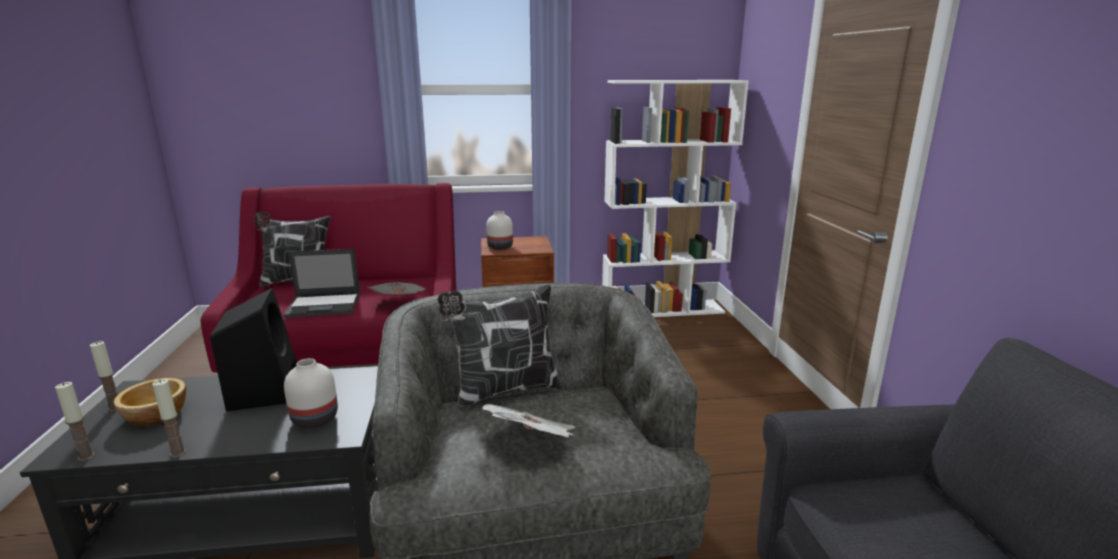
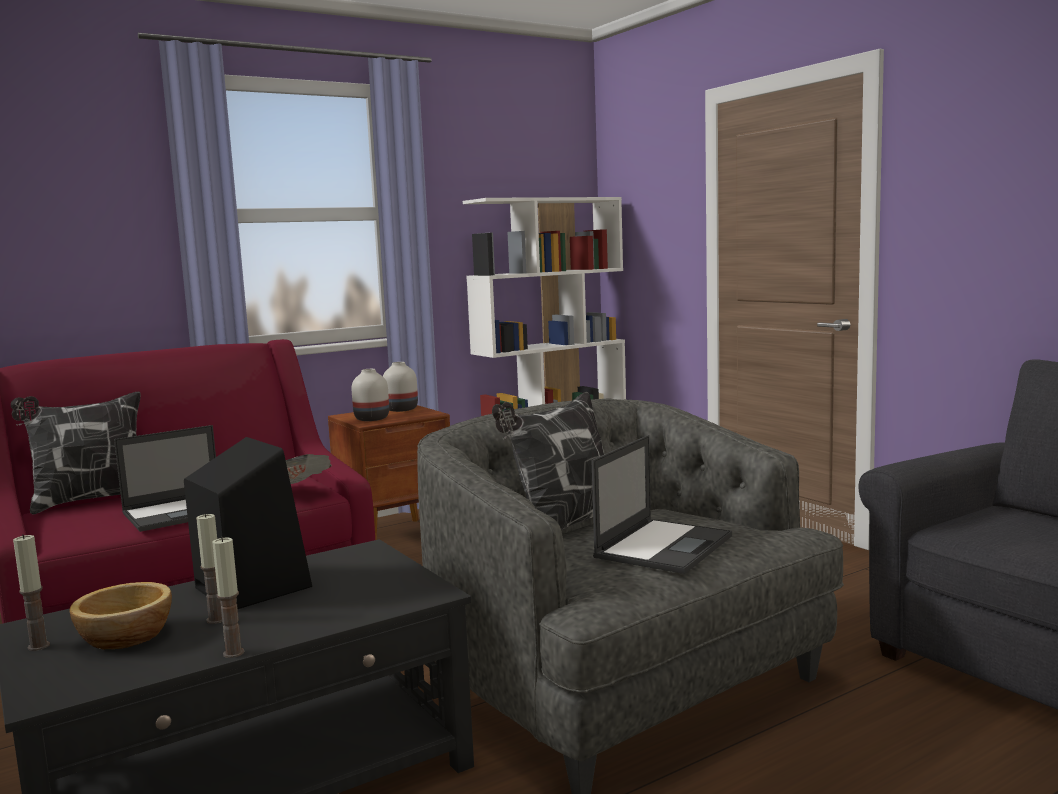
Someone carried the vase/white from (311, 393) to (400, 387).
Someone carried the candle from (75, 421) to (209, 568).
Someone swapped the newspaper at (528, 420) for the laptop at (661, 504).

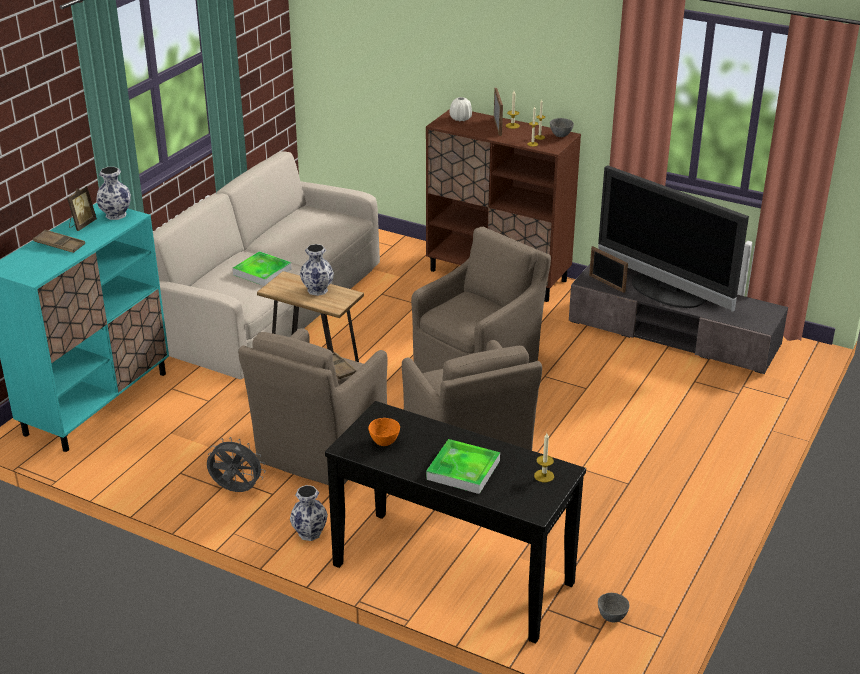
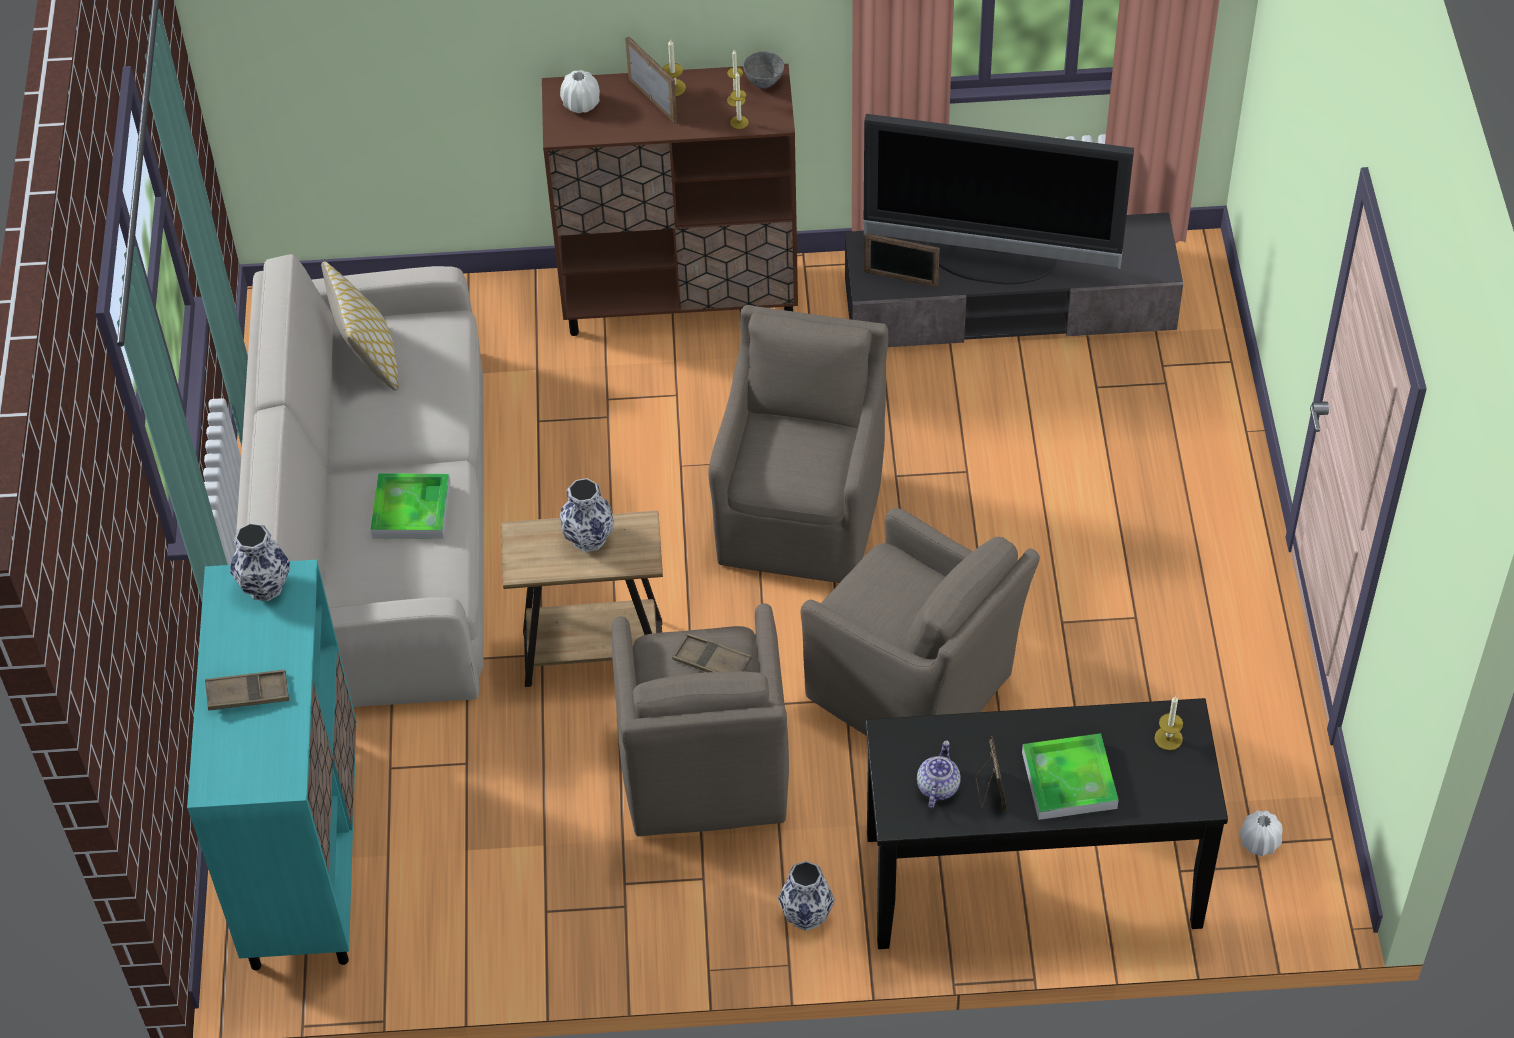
Someone carried the picture frame from (82, 208) to (991, 773).
Someone swapped the bowl/orange at (384, 432) for the teapot at (939, 774).
Someone took away the fan/grey at (236, 464).
Someone swapped the bowl/grey at (613, 607) for the vase/white at (1261, 833).
Someone put down the pillow at (360, 326).

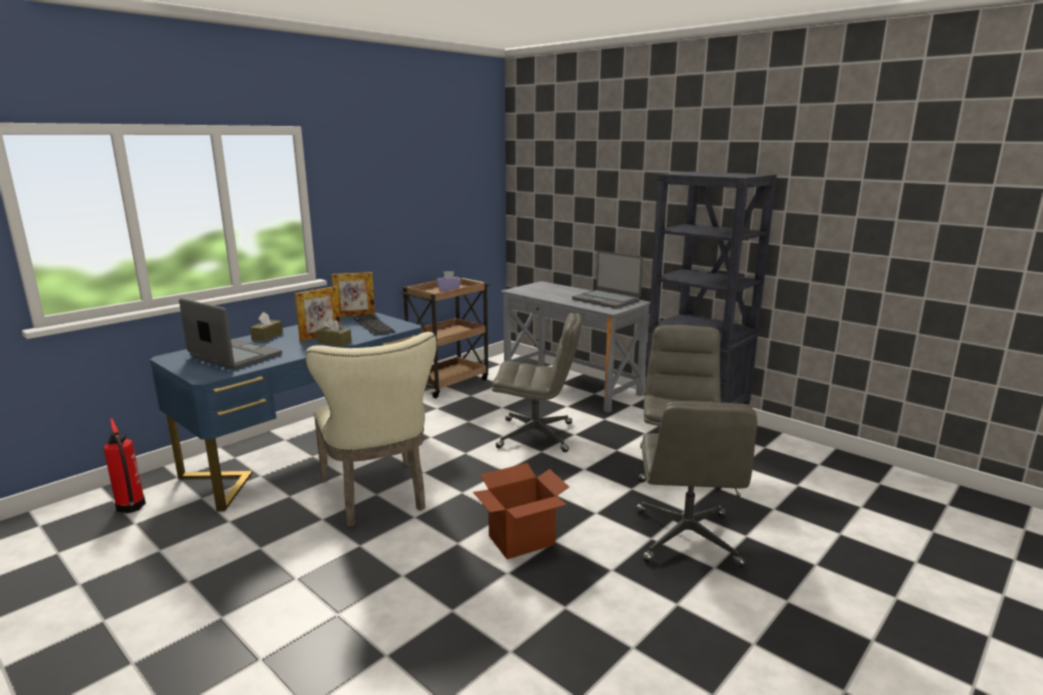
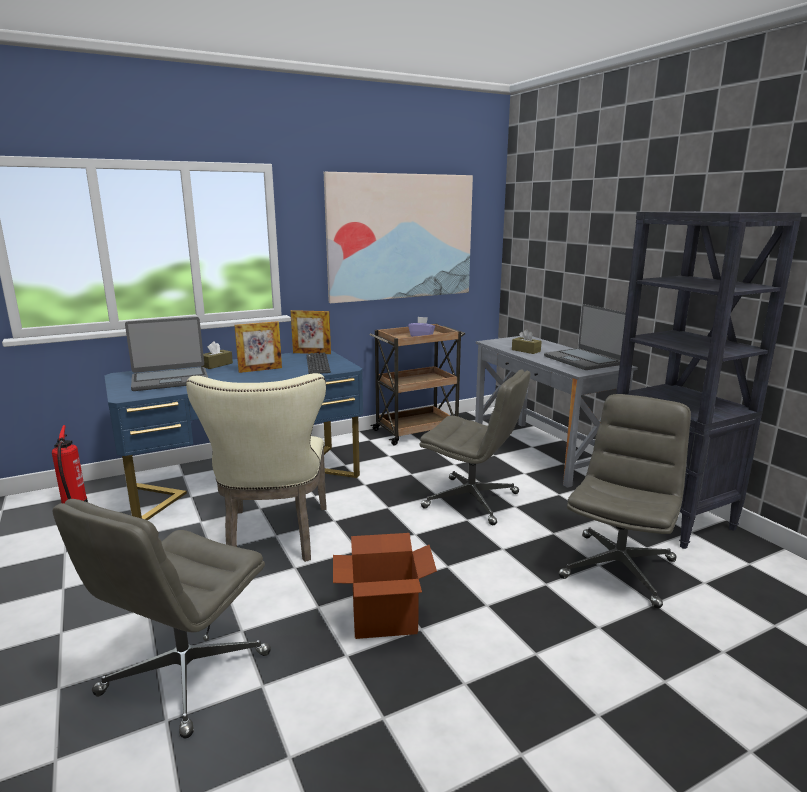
Someone rotated the laptop at (230, 333) by 105 degrees clockwise.
Someone carried the tissue box/brown from (334, 332) to (527, 341).
Someone carried the office chair/grey from (696, 484) to (161, 618).
Someone put up the picture at (398, 237).

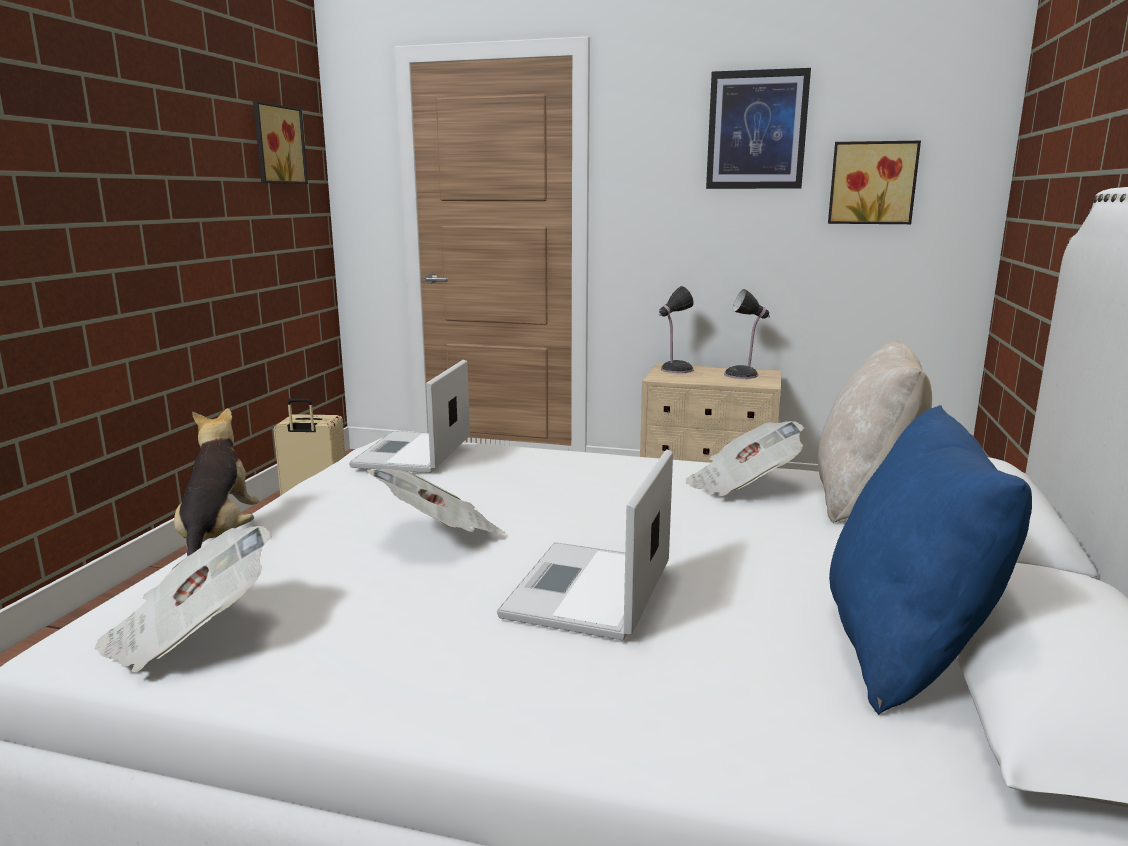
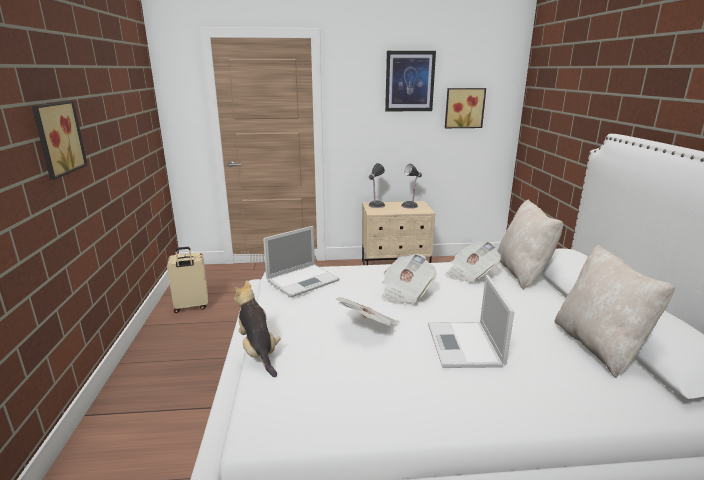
Someone carried the picture from (280, 142) to (60, 140).
Someone rotated the laptop at (409, 416) by 120 degrees counterclockwise.
Someone repainted the pillow/blue at (930, 560), which became the pillow/beige at (615, 311).
Someone carried the newspaper from (183, 599) to (409, 278).

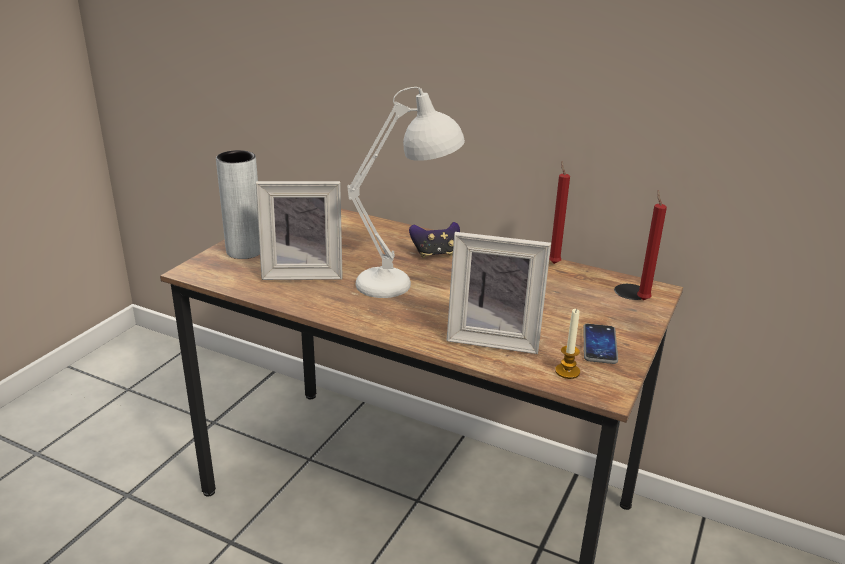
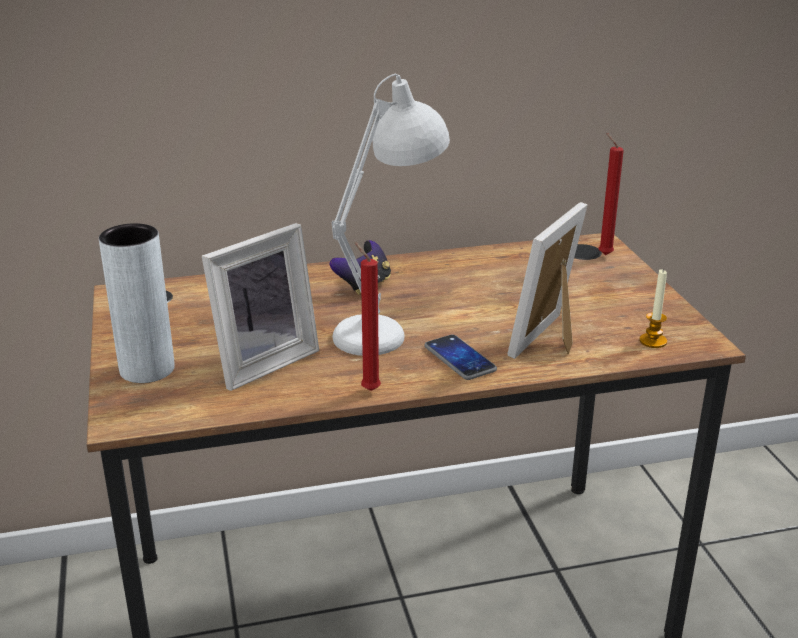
Someone carried the candle/red from (559, 212) to (368, 316).
Someone rotated the picture frame at (498, 293) by 150 degrees clockwise.
Someone carried the phone from (600, 344) to (460, 357).

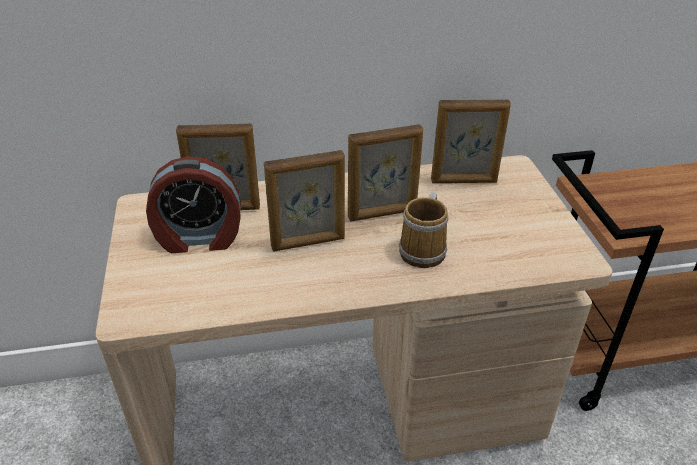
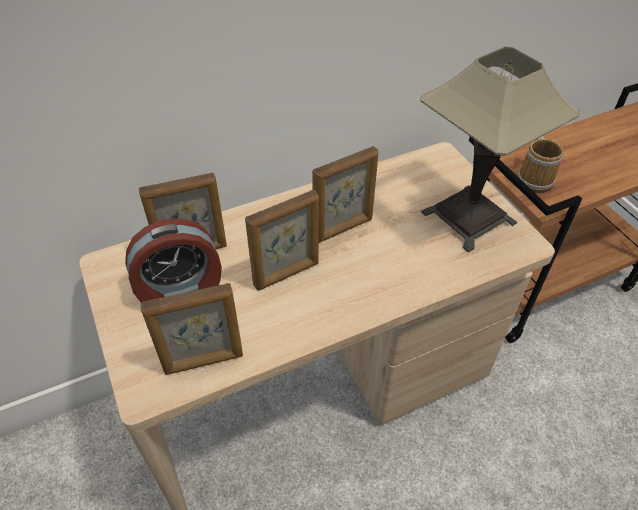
Someone carried the picture frame from (471, 141) to (191, 329).
Someone carried the mug from (424, 230) to (540, 164).
Someone put down the table lamp at (500, 149).

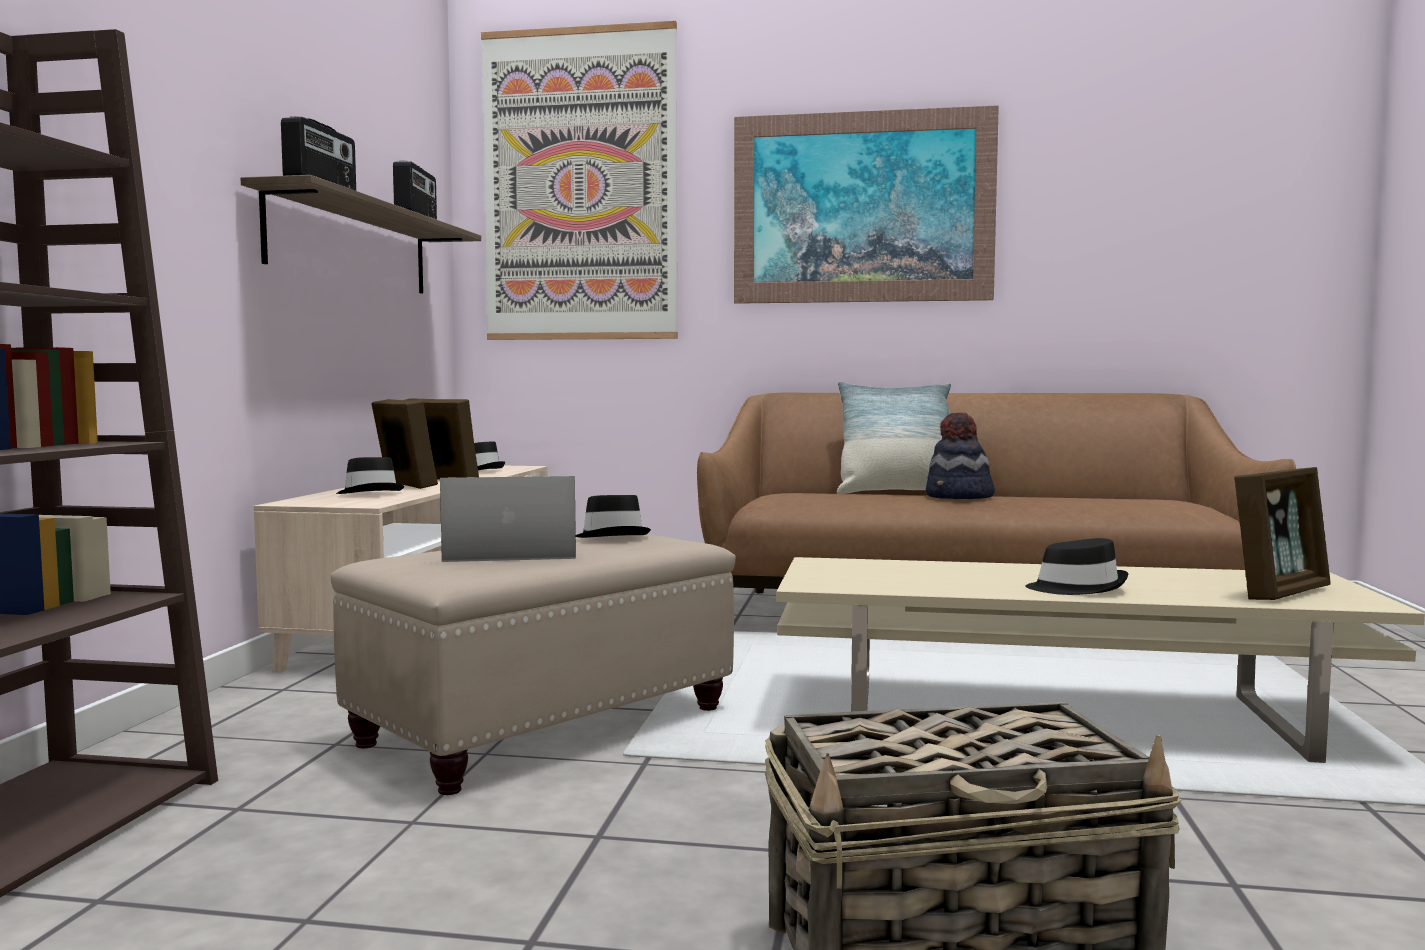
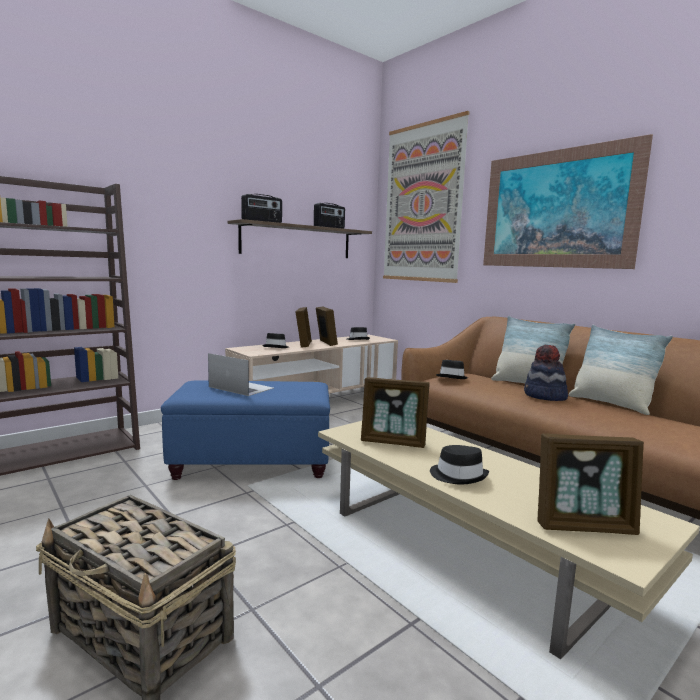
Someone carried the hat/black from (613, 516) to (452, 369).
Someone repainted the ottoman/beige at (533, 664), which became the ottoman/blue at (245, 430).
Someone put down the pillow at (621, 370).
Someone put down the picture frame at (395, 412).

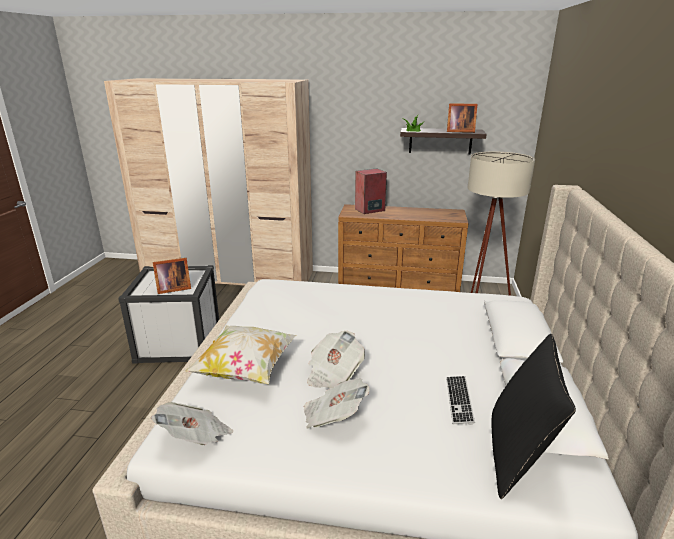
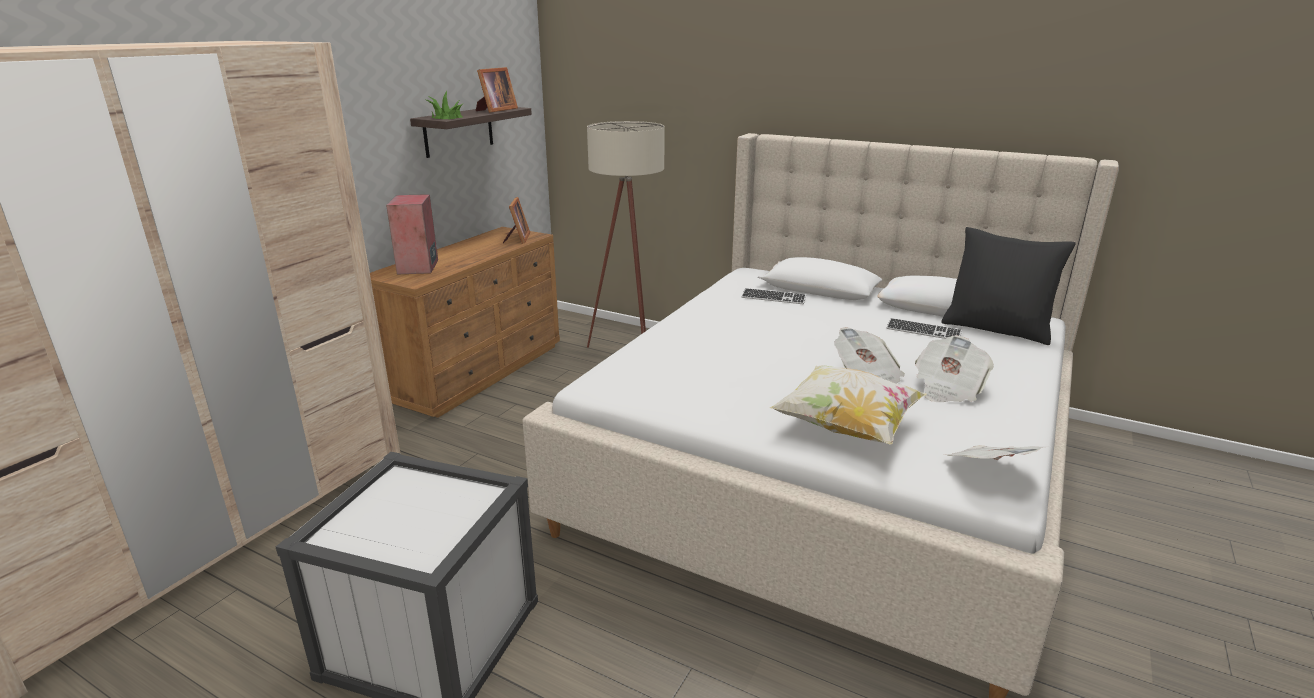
Someone carried the picture frame from (172, 276) to (516, 220).
Someone put down the keyboard at (774, 296).

